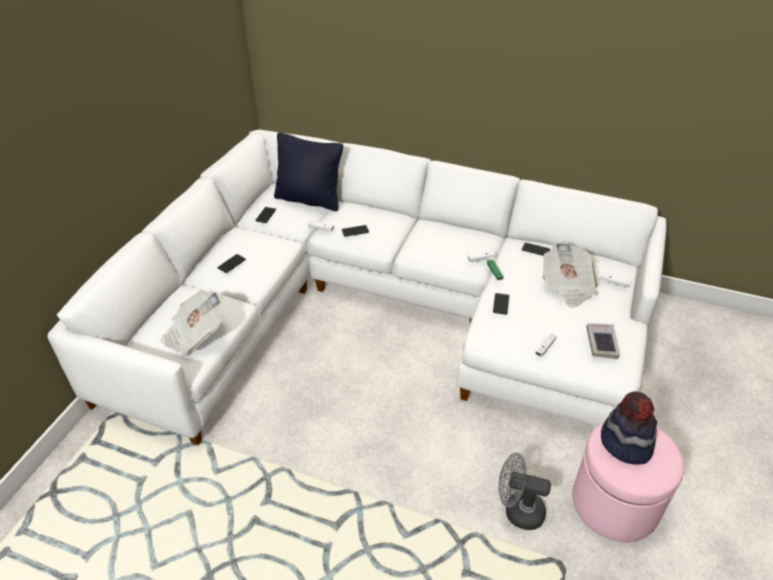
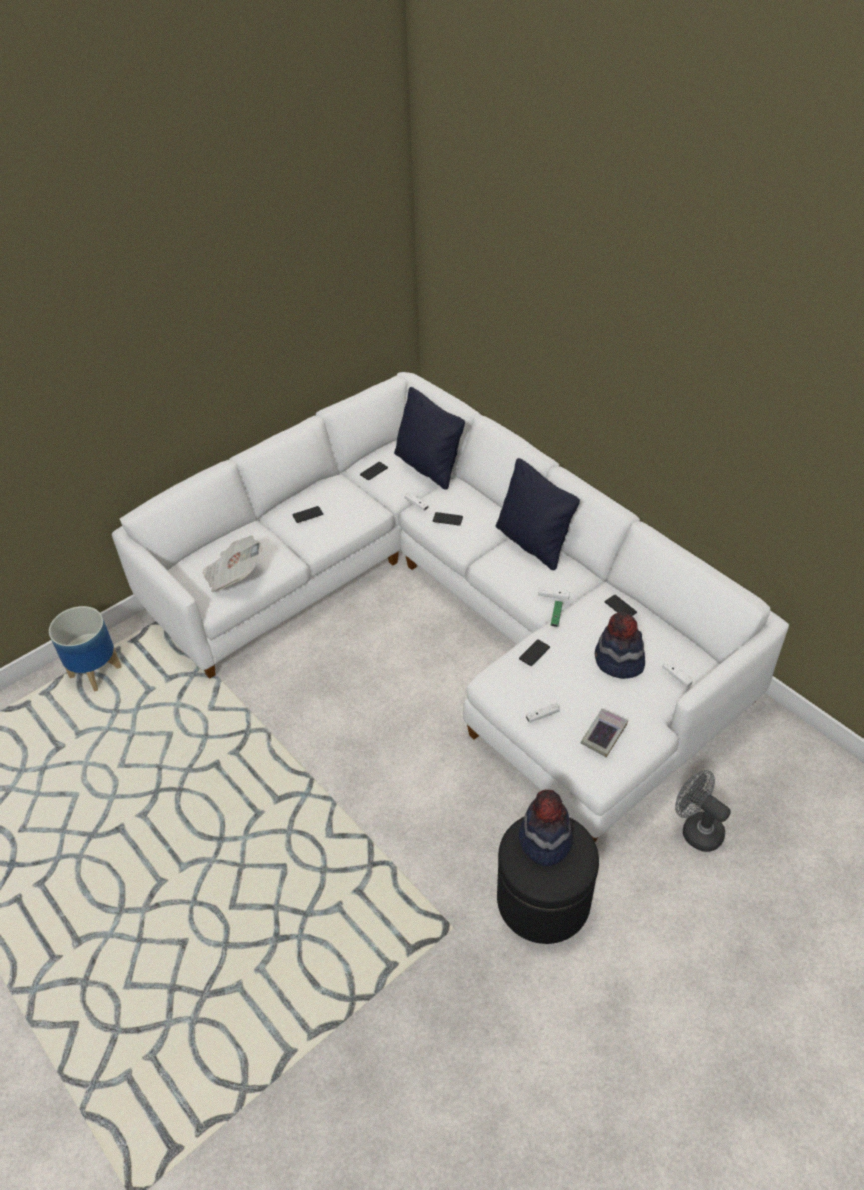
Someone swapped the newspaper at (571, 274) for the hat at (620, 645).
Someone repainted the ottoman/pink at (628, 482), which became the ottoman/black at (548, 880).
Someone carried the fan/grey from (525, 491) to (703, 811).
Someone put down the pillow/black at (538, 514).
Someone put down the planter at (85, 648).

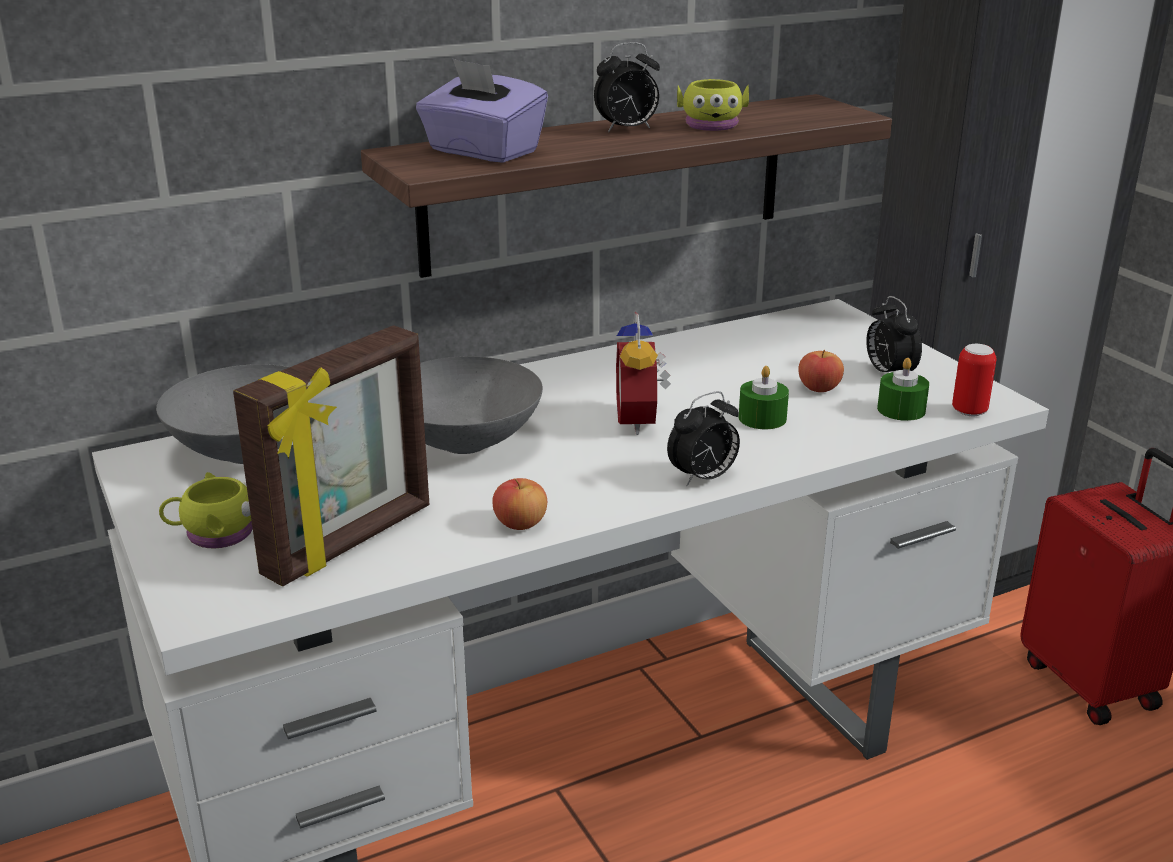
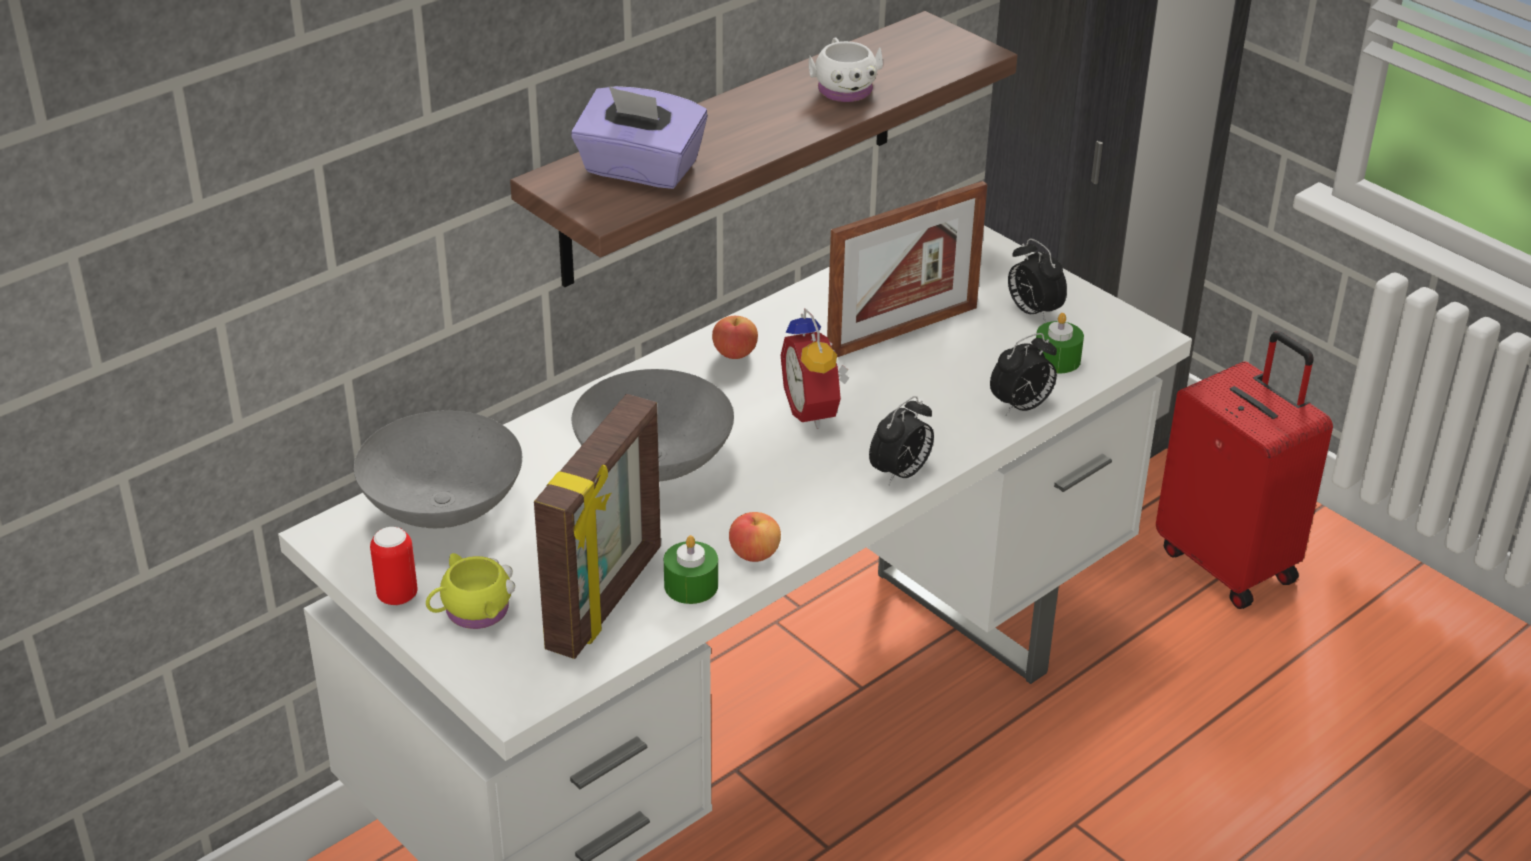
Someone carried the alarm clock from (627, 87) to (1023, 374).
Someone repainted the mug/yellow at (713, 105), which became the mug/white at (846, 70).
Someone carried the can from (974, 380) to (394, 566).
Someone carried the apple from (821, 371) to (735, 337).
Someone carried the candle/green from (764, 397) to (691, 569).
Someone put down the picture frame at (907, 269).

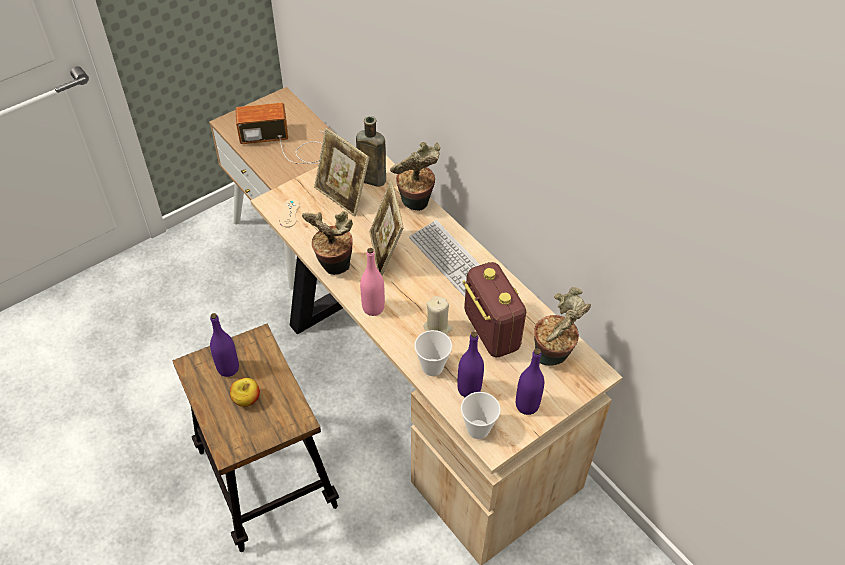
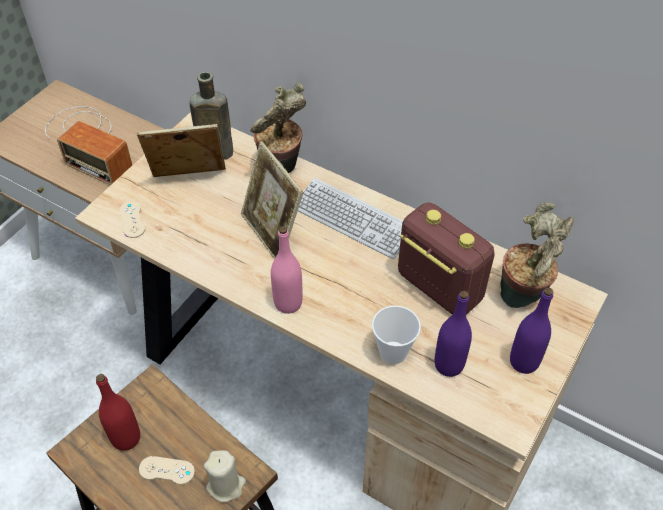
Someone rotated the radio at (280, 133) by 120 degrees counterclockwise.
Someone rotated the picture frame at (341, 172) by 150 degrees clockwise.
Someone took away the potted plant at (327, 243).
Someone carried the candle/beige from (438, 315) to (225, 476).
Someone repainted the bottle/purple at (224, 345), which became the bottle/red at (118, 412).
Someone swapped the apple at (245, 392) for the game controller/beige at (167, 470).
Someone took away the cup at (481, 415).

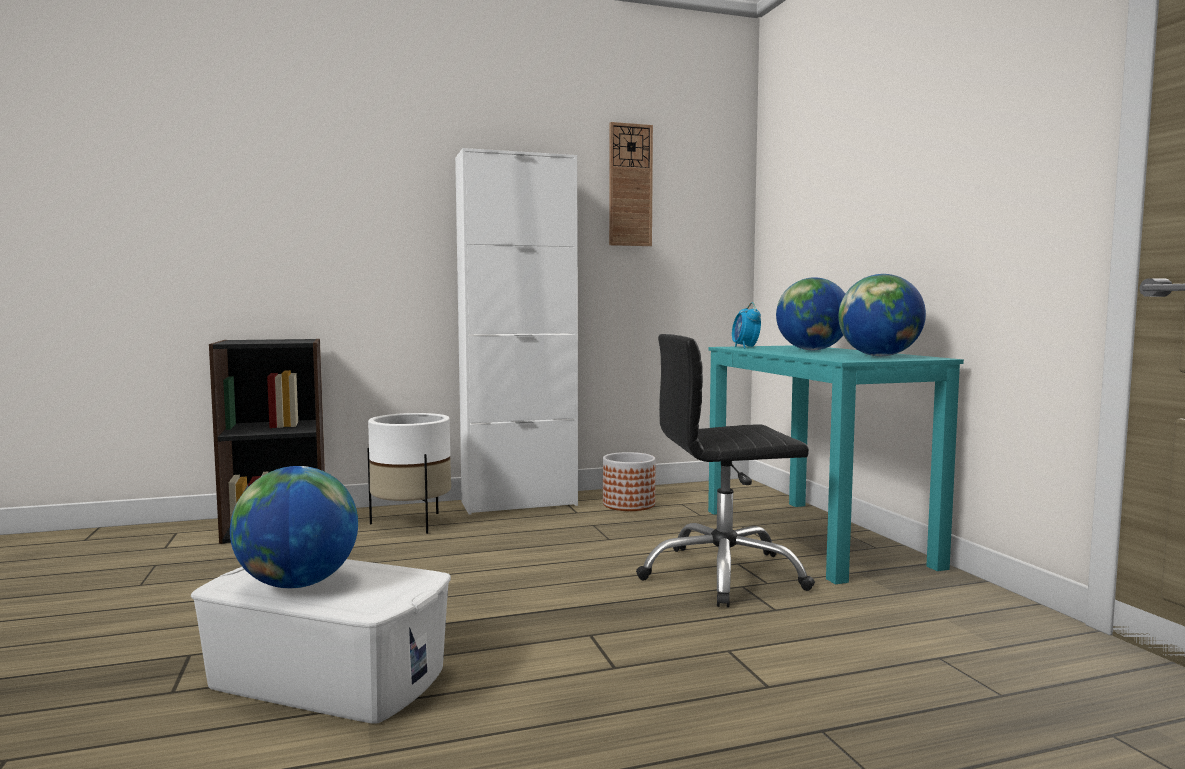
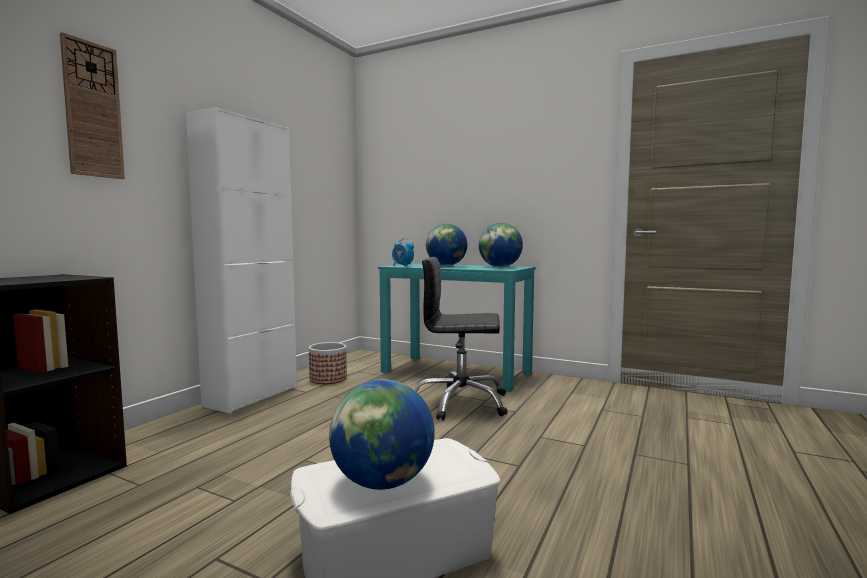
Someone carried the wall clock from (631, 184) to (92, 105).
Someone rotated the office chair/black at (725, 471) by 60 degrees clockwise.
Someone took away the planter/white at (409, 473).

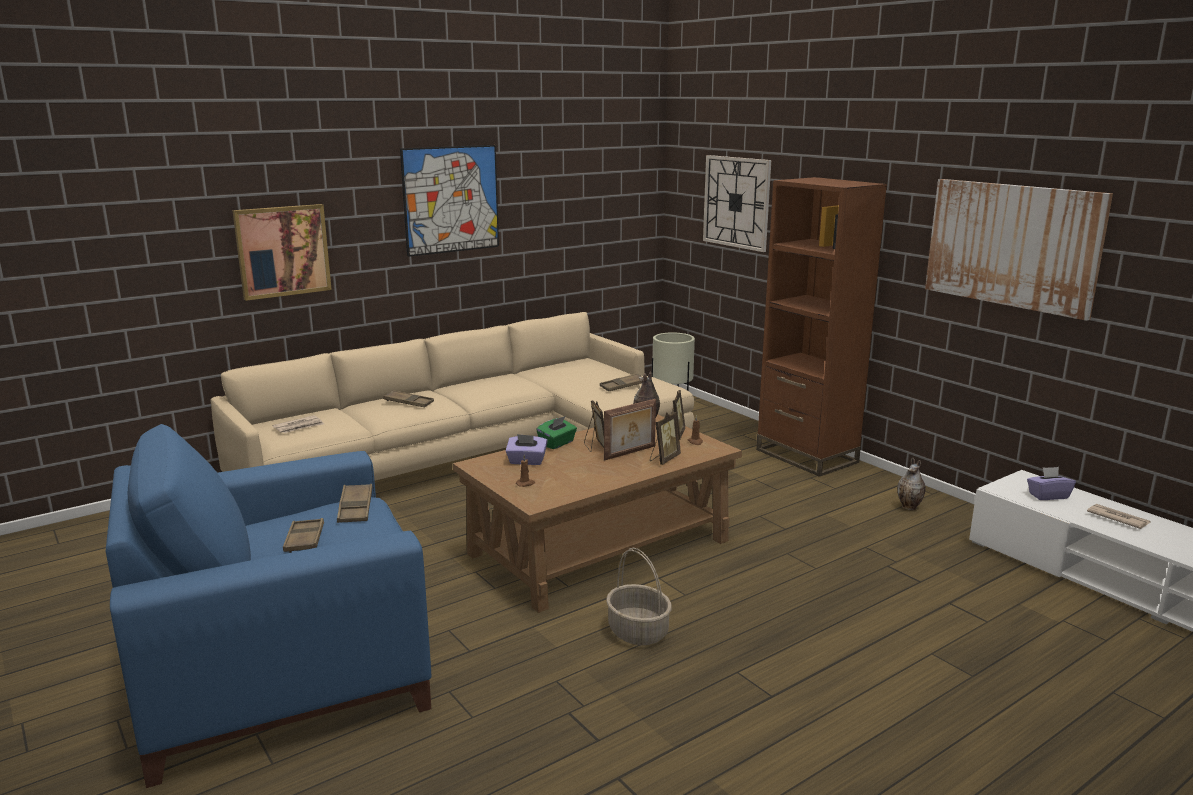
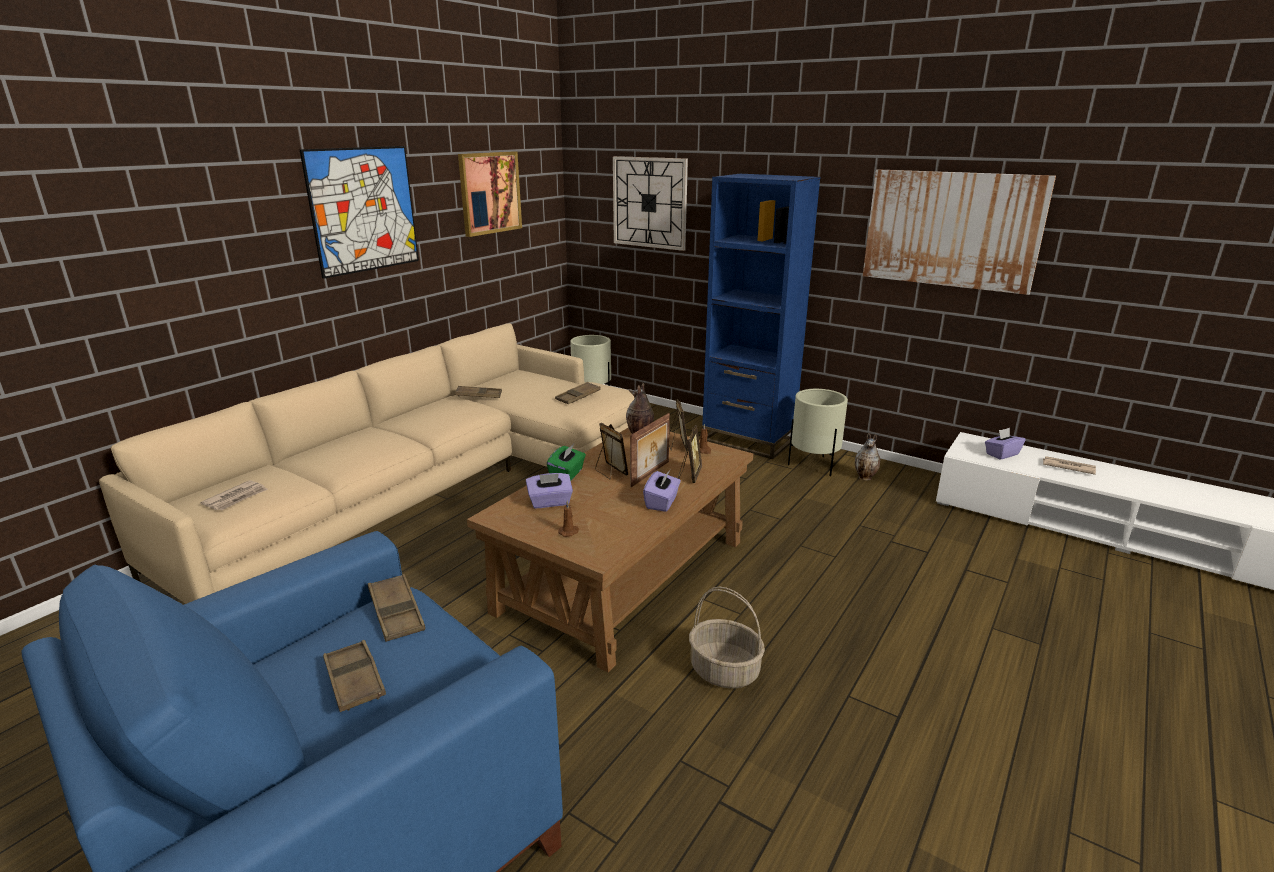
Someone repainted the bookcase/brown at (821, 327), which became the bookcase/blue at (761, 316).
Someone carried the picture from (282, 252) to (490, 194).
Someone carried the tray/brown from (408, 398) to (478, 392).
Someone put down the planter/beige at (818, 432).
Someone put down the tissue box/purple at (662, 491).

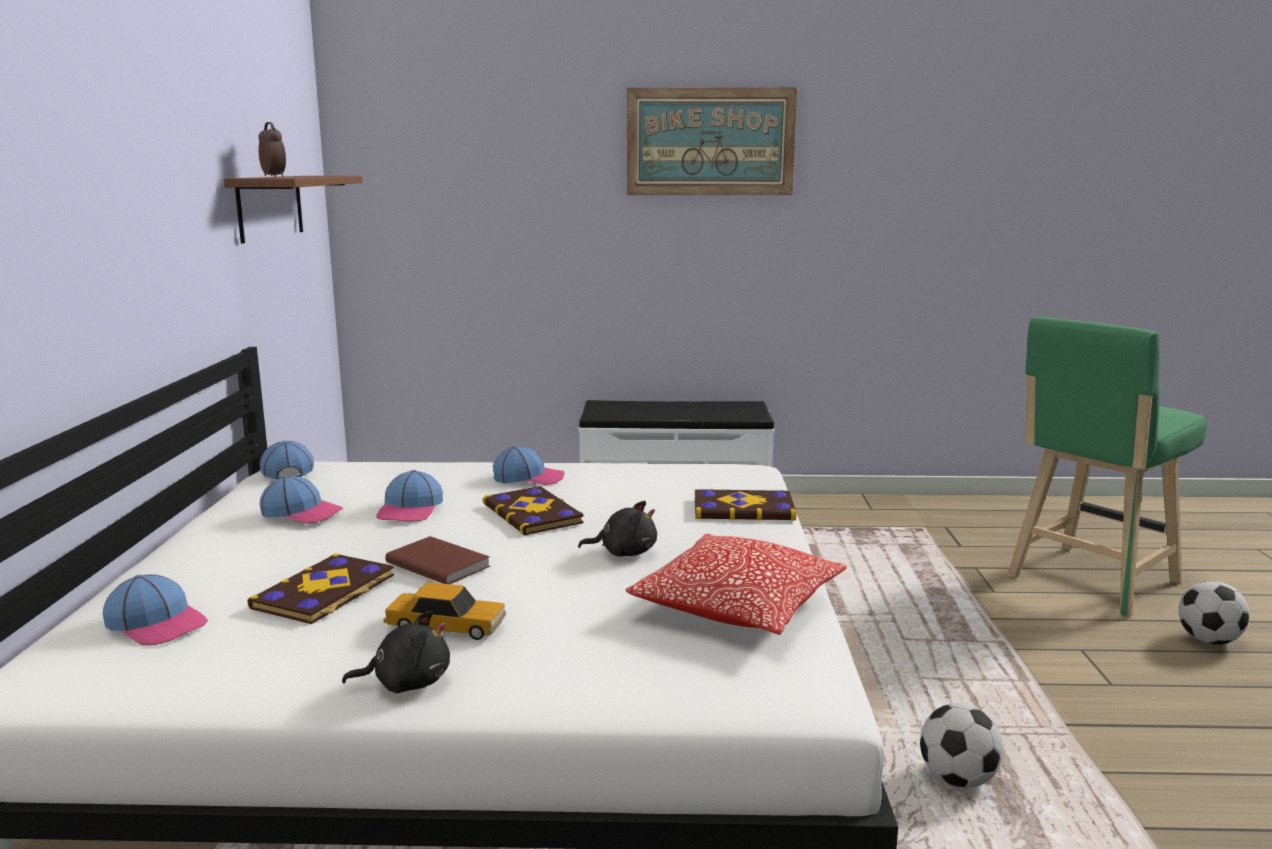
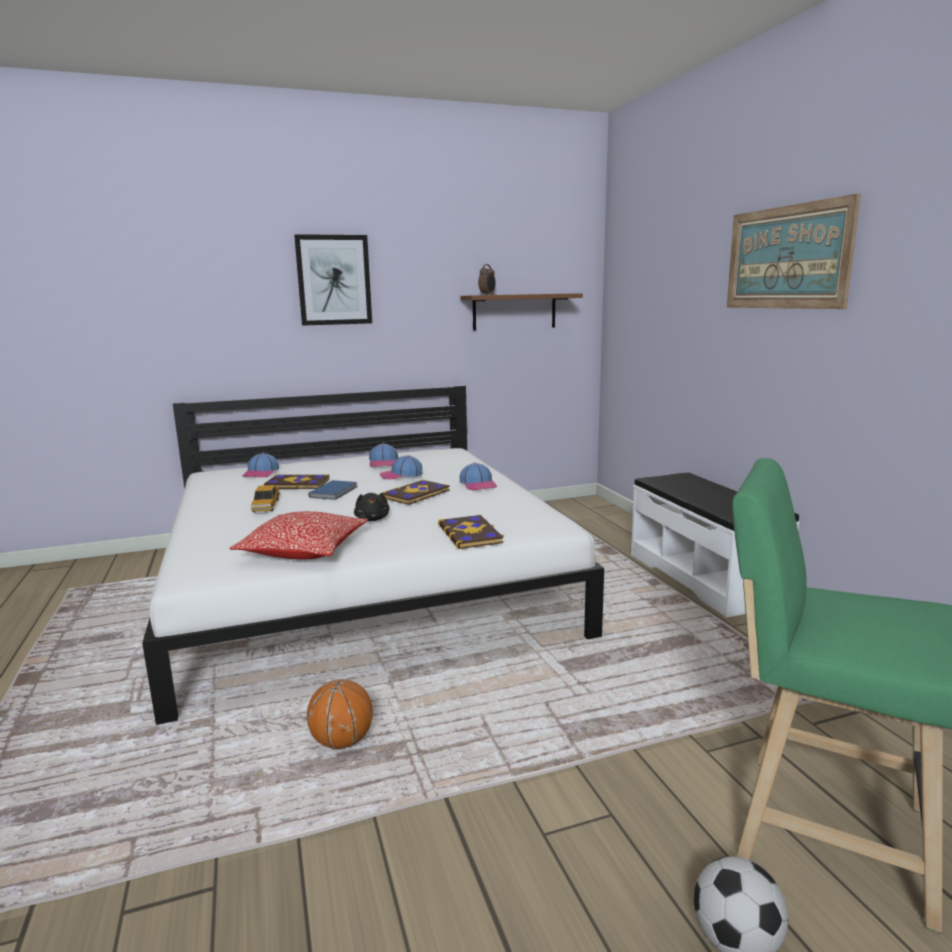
Someone took away the cap at (287, 460).
Someone repainted the book/brown at (438, 560), which became the book/blue at (332, 490).
Someone took away the plush toy/black at (396, 652).
Someone swapped the football at (961, 745) for the basketball at (340, 714).
Someone put up the picture at (333, 280).

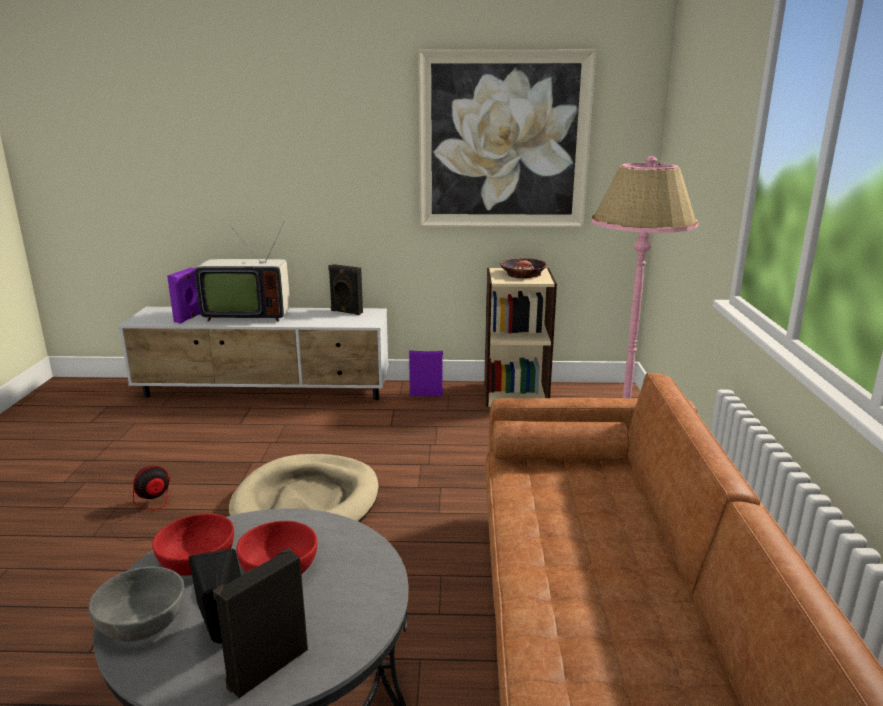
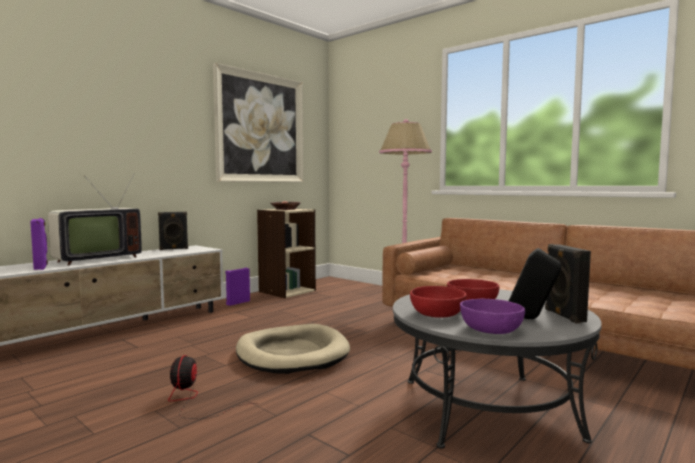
Someone repainted the bowl/grey at (136, 604), which became the bowl/purple at (492, 316).

